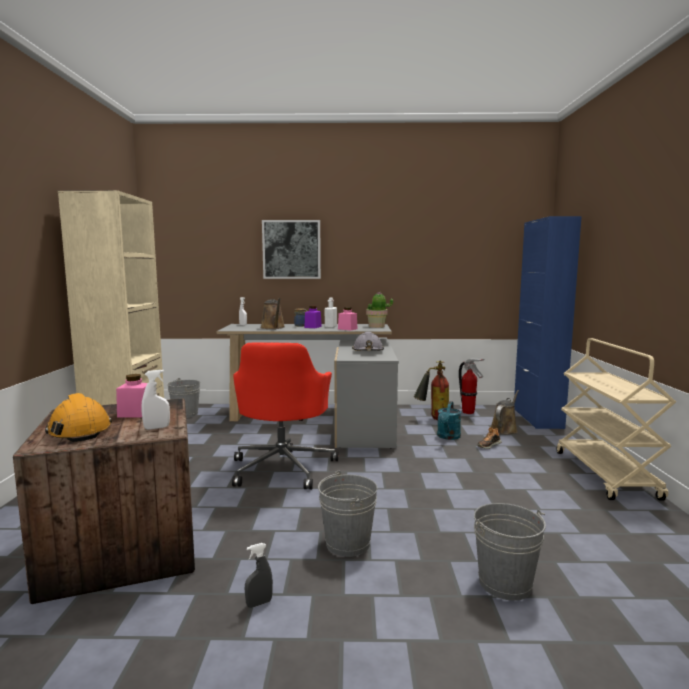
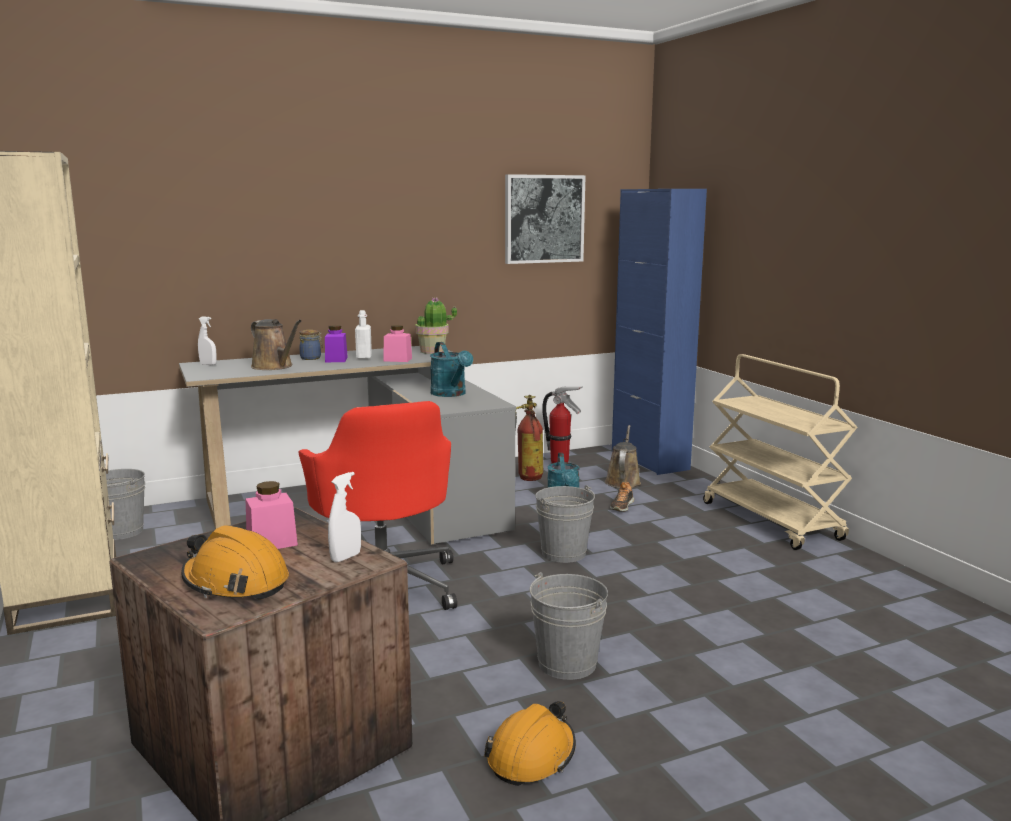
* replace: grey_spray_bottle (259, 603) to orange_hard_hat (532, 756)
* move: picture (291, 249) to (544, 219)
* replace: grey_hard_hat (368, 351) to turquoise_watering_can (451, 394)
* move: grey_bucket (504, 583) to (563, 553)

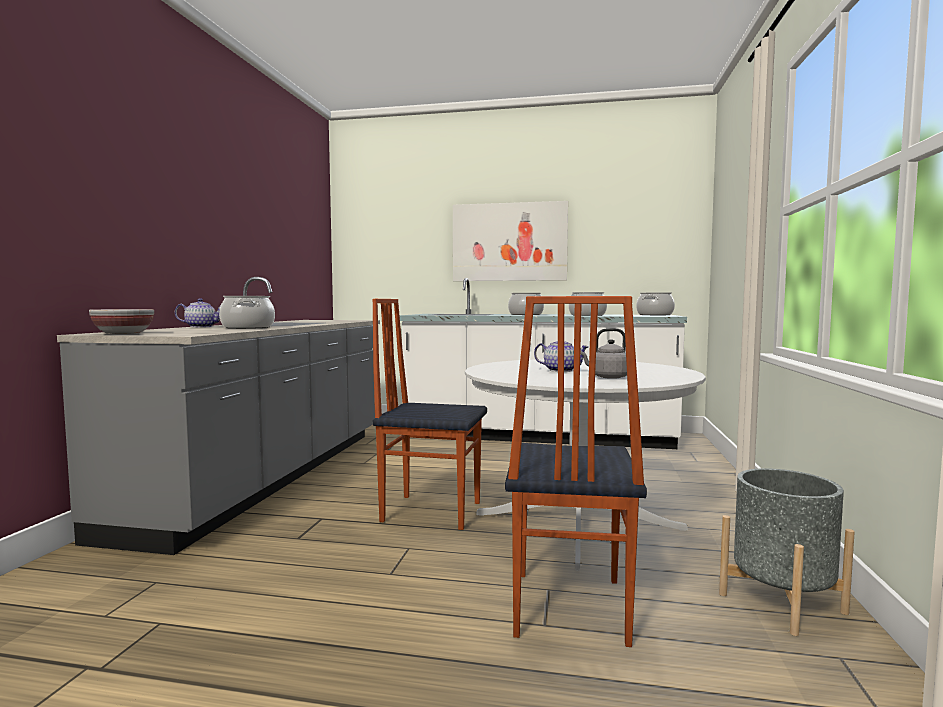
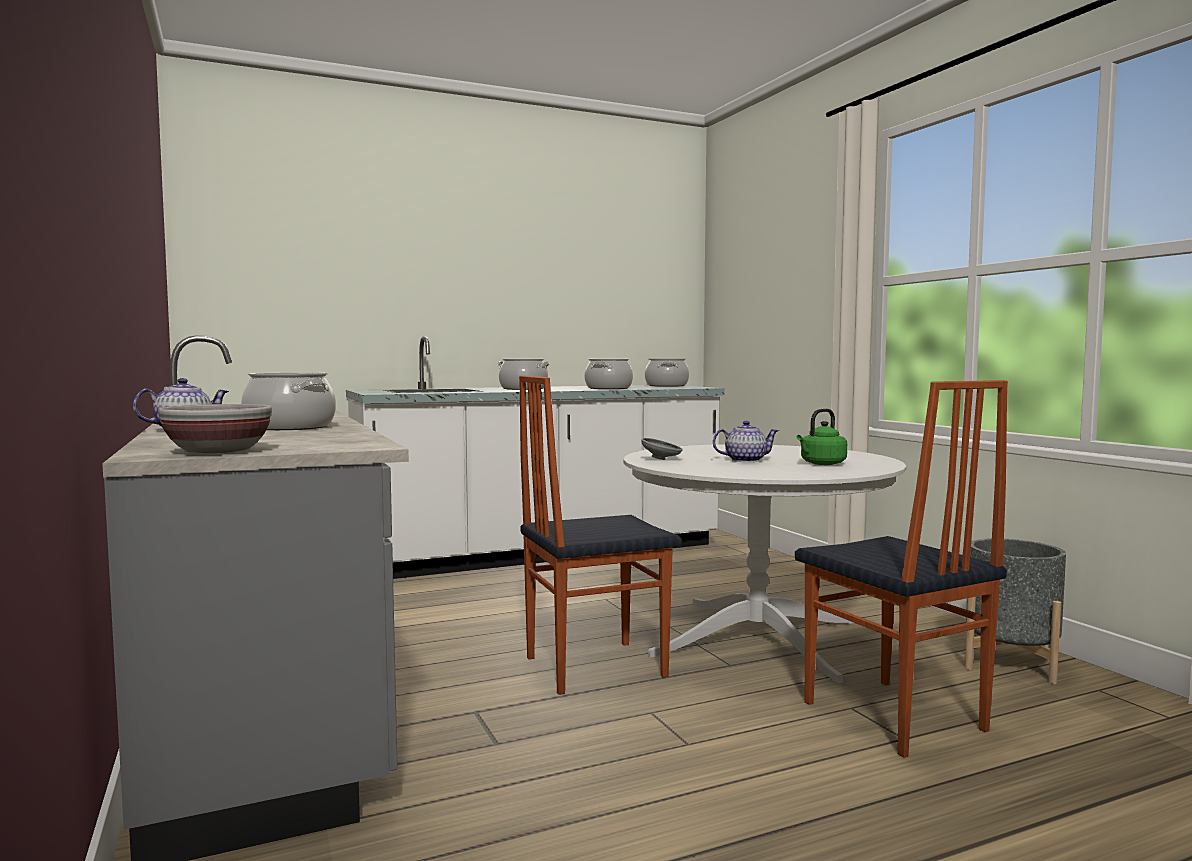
* delete: picture (509, 242)
* recolor: grey_kettle (607, 377) to green_kettle (821, 464)
* insert: grey_bowl (662, 459)

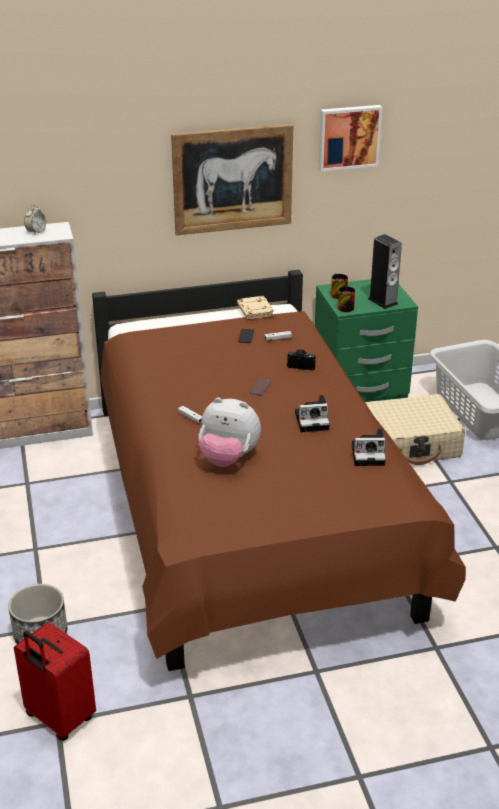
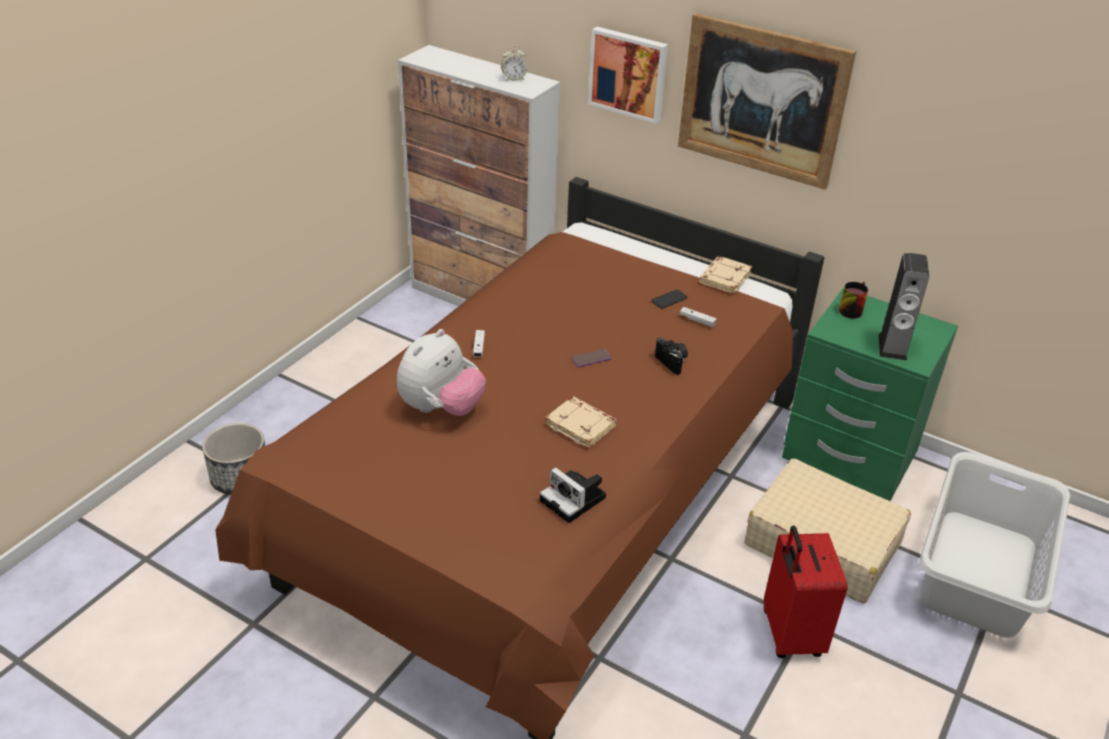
* move: red_suitcase (59, 718) to (789, 634)
* rotate: plush_toy (228, 458) = (441, 408) 120 degrees counterclockwise
* replace: photo_camera (313, 420) to beige_book (581, 426)
* move: picture (348, 137) to (629, 73)
* delete: mug (344, 306)

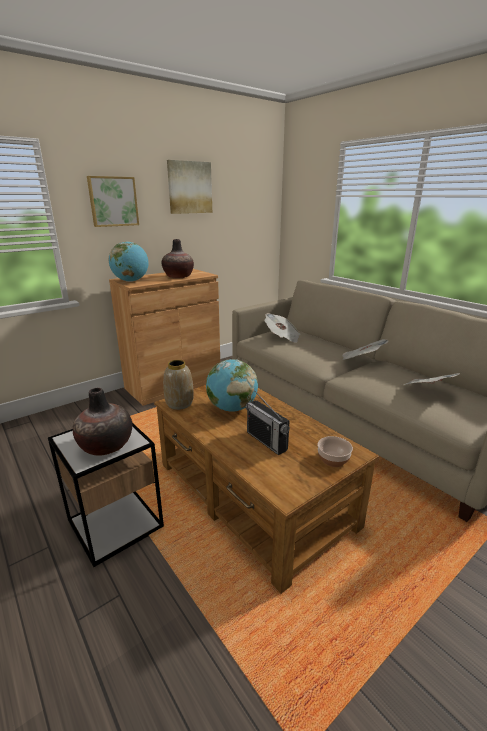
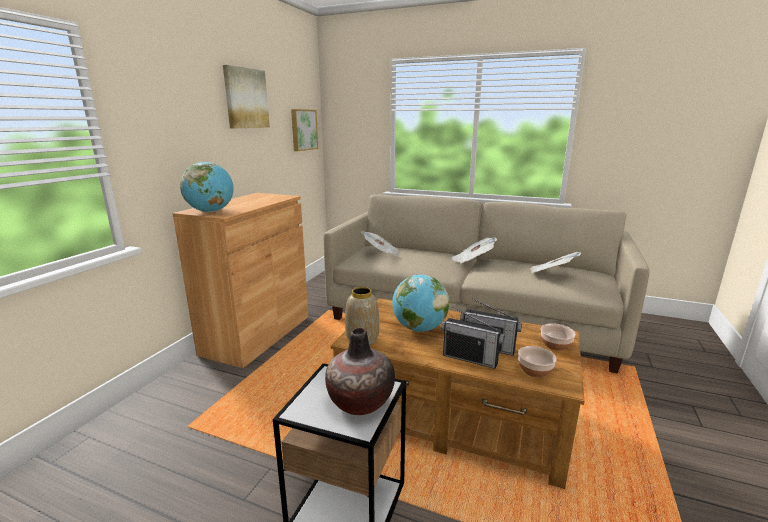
* move: picture (113, 201) to (303, 130)
* delete: vase (178, 277)
* insert: radio (470, 358)
* insert: bowl (535, 370)

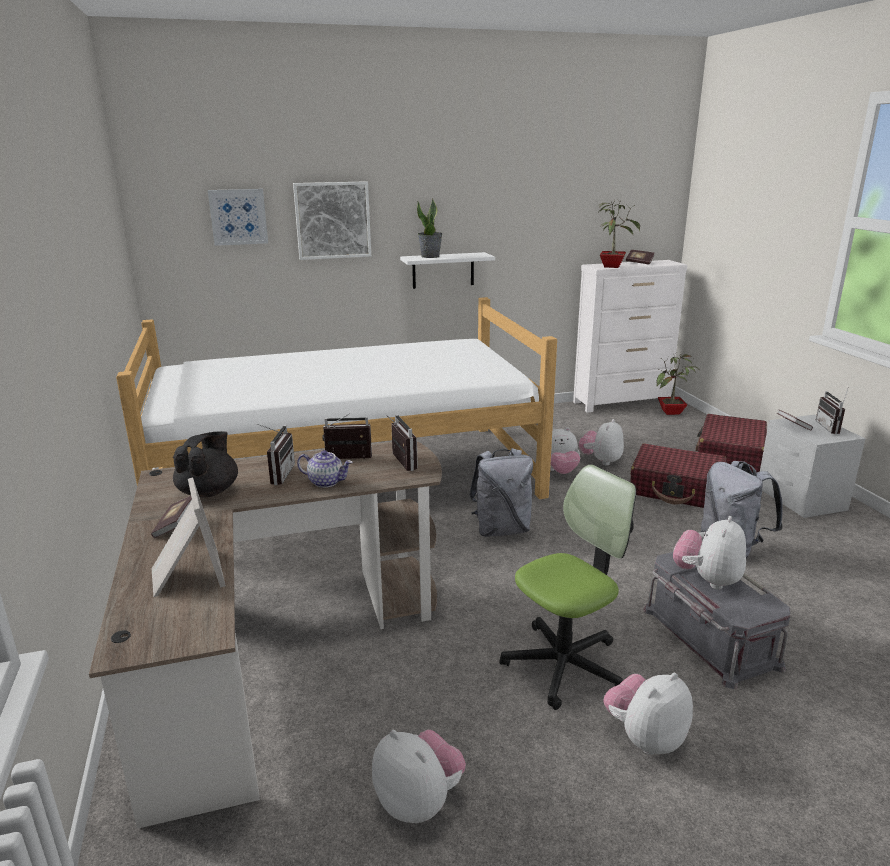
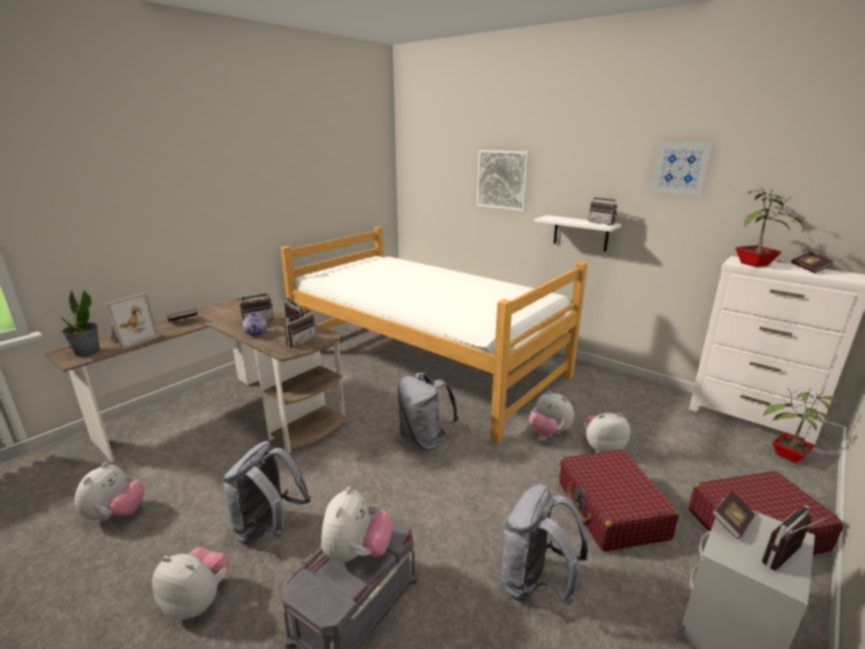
* delete: black_teapot (209, 491)
* move: picture (238, 217) to (680, 168)
* move: potted_plant (430, 256) to (87, 352)
* replace: office_chair (564, 665) to grey_backpack (268, 529)
* rotate: plush_toy (707, 579) = (357, 552) 105 degrees clockwise
* insert: radio (603, 223)

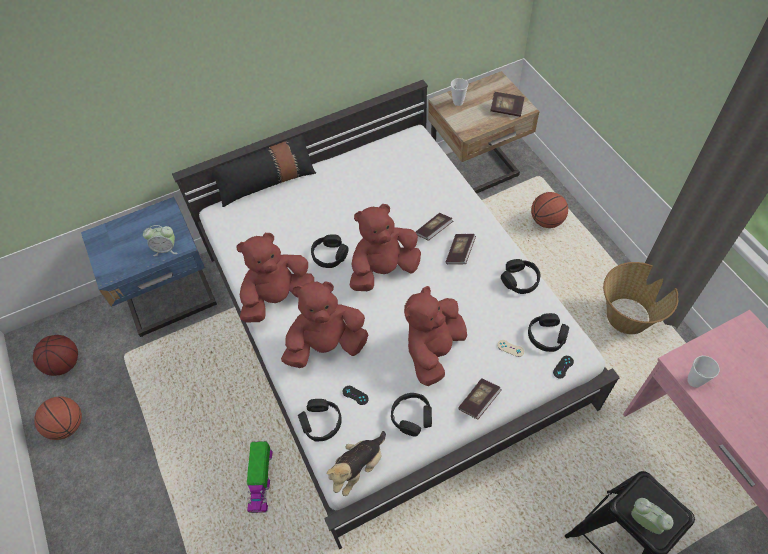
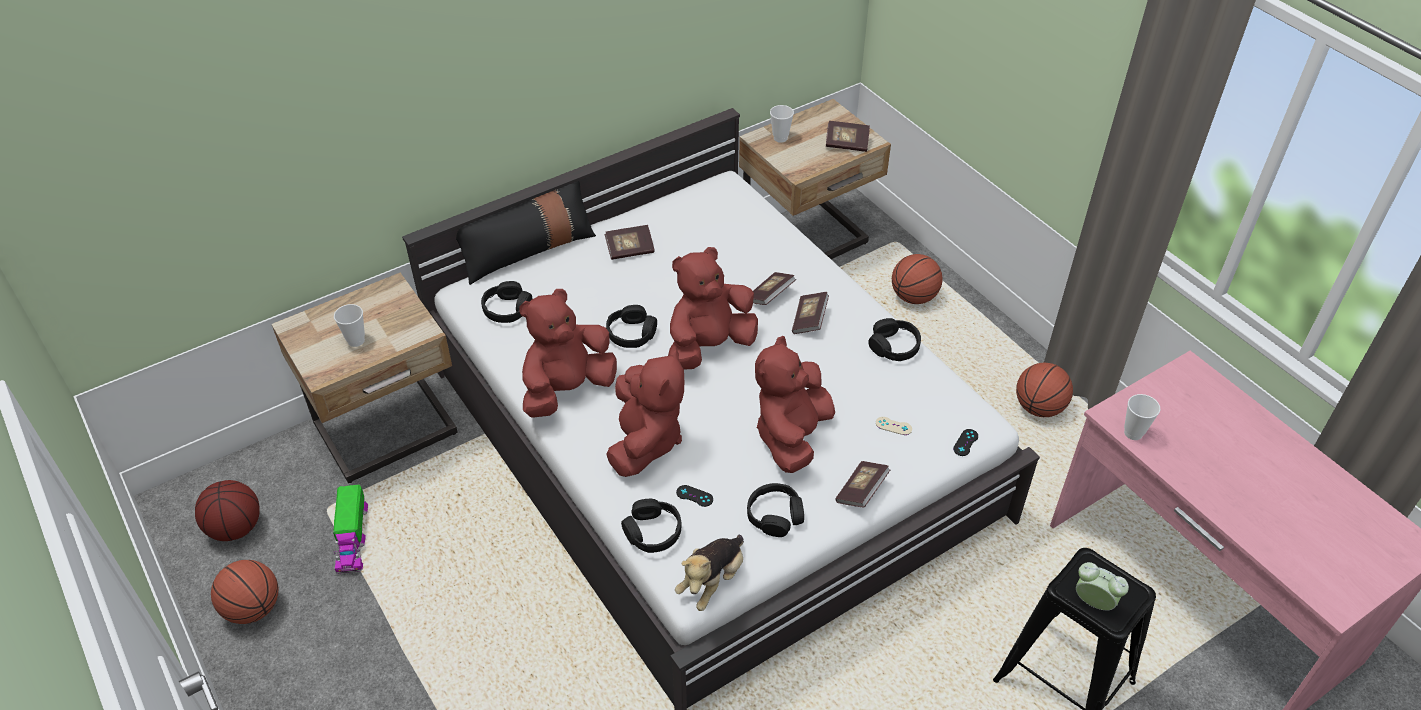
* recolor: blue_nightstand (172, 299) to beige_nightstand (388, 431)
* delete: alarm_clock (166, 249)
* move: toy_truck (260, 480) to (352, 538)
* rotate: red_plush_toy (326, 345) = (645, 441) 120 degrees clockwise
* move: black_headphones (547, 336) to (507, 309)
* replace: basket (627, 317) to basketball (1039, 408)
* insert: cup (356, 341)
* insert: book (630, 250)

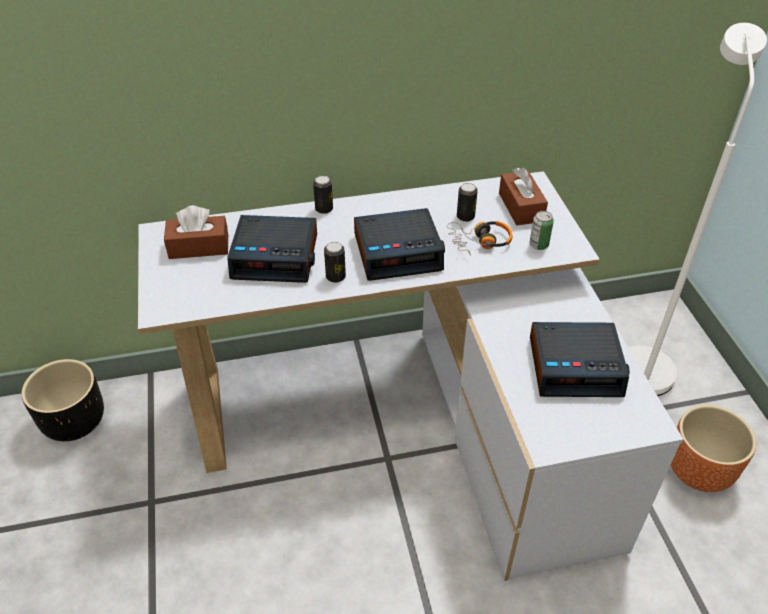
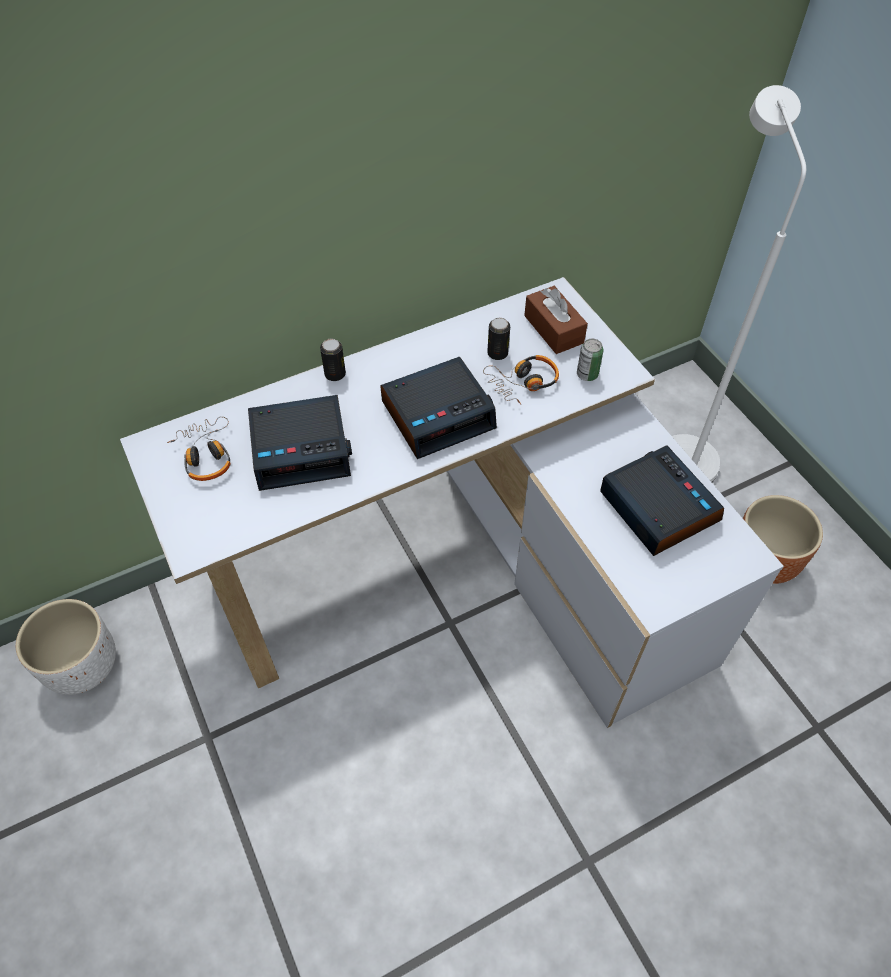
* recolor: black_planter (75, 422) to white_planter (82, 665)
* replace: brown_tissue_box (199, 247) to headphones (206, 455)
* delete: can (335, 277)
* rotate: alarm_clock (576, 366) = (657, 507) 105 degrees counterclockwise

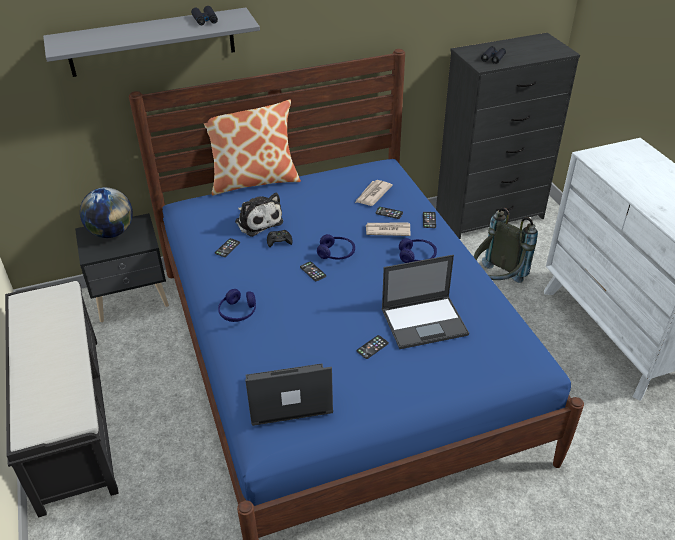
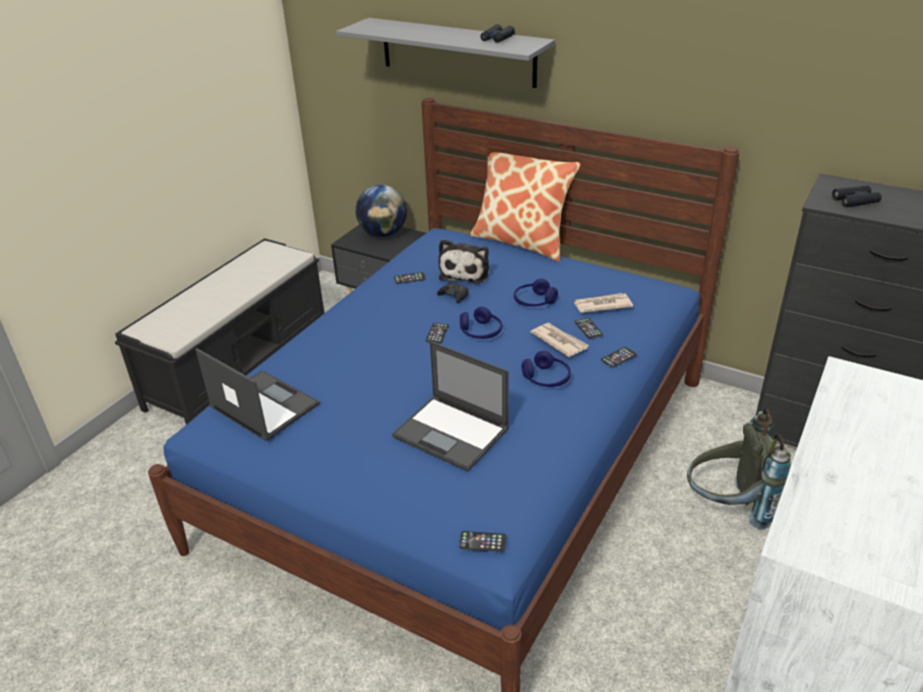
* move: blue_headphones (238, 312) to (534, 301)
* move: phone (372, 347) to (482, 542)

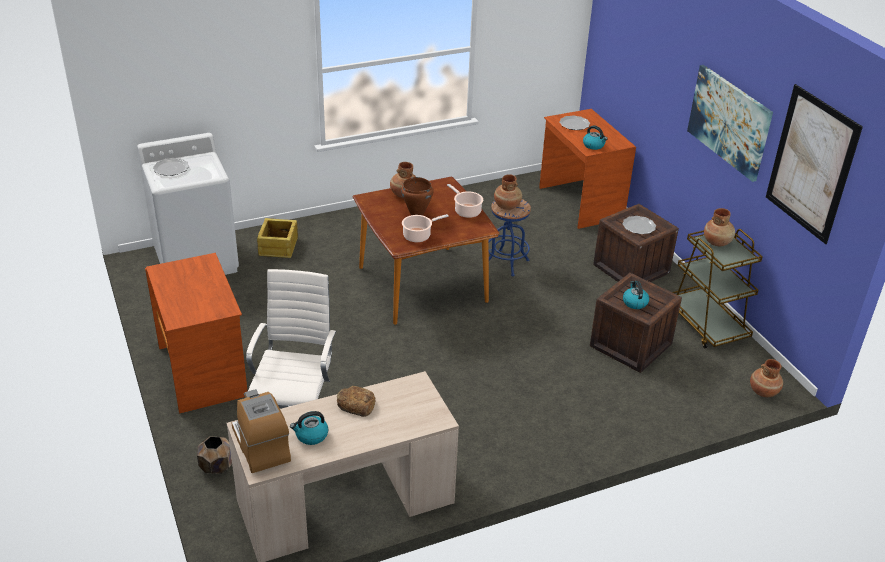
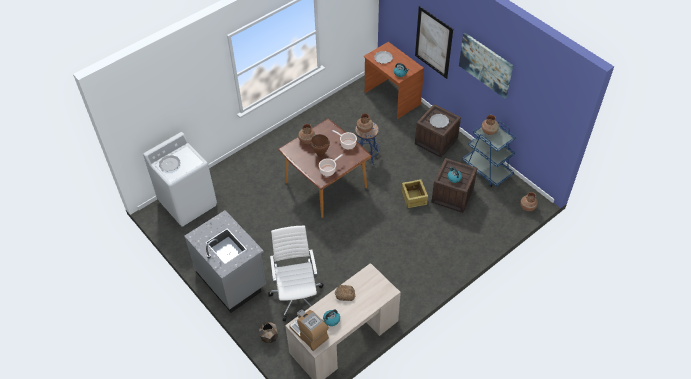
* replace: brown_desk (203, 371) to grey_counter (232, 279)
* move: crate (278, 247) to (413, 198)
* recolor: brown_cart (706, 324) to blue_cart (487, 170)
* move: picture (811, 164) to (433, 42)

